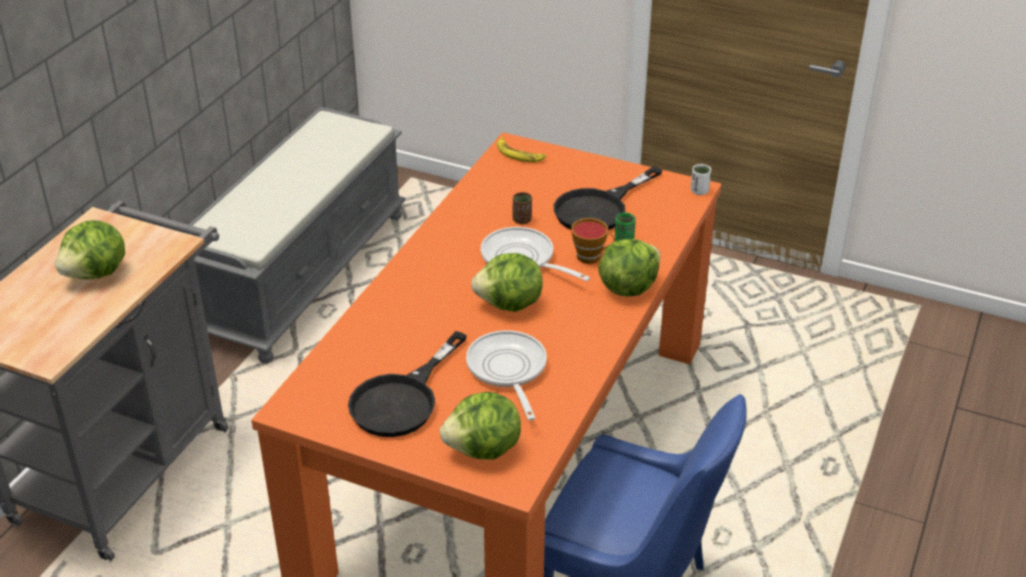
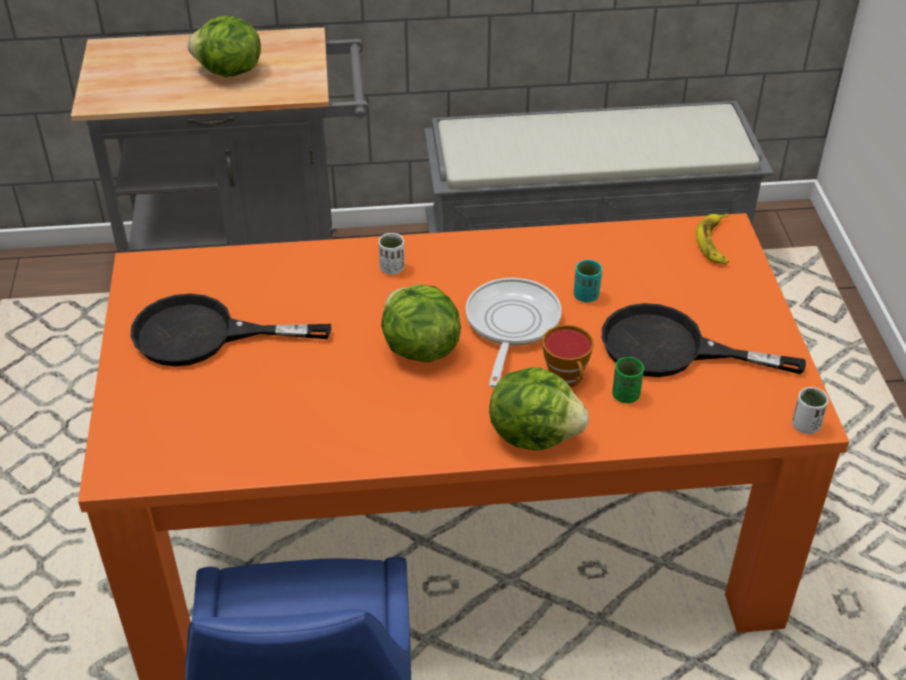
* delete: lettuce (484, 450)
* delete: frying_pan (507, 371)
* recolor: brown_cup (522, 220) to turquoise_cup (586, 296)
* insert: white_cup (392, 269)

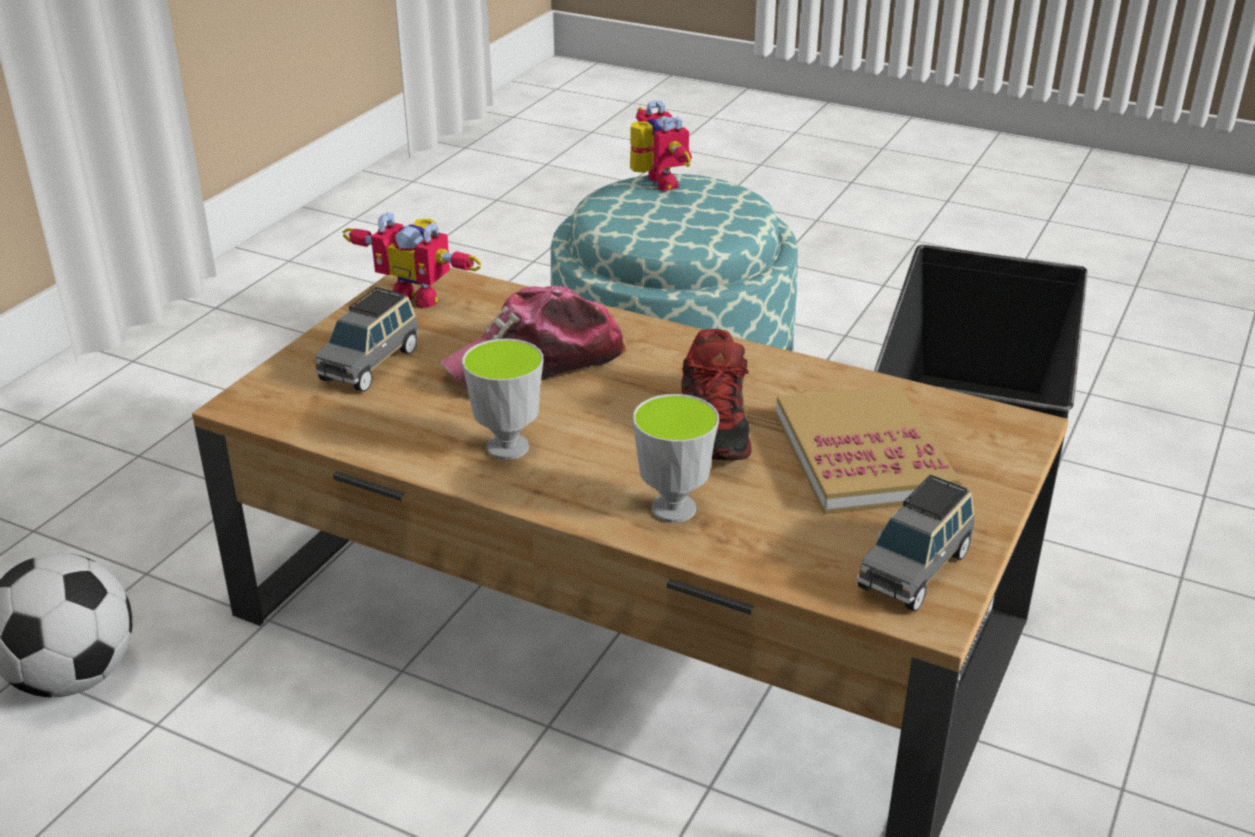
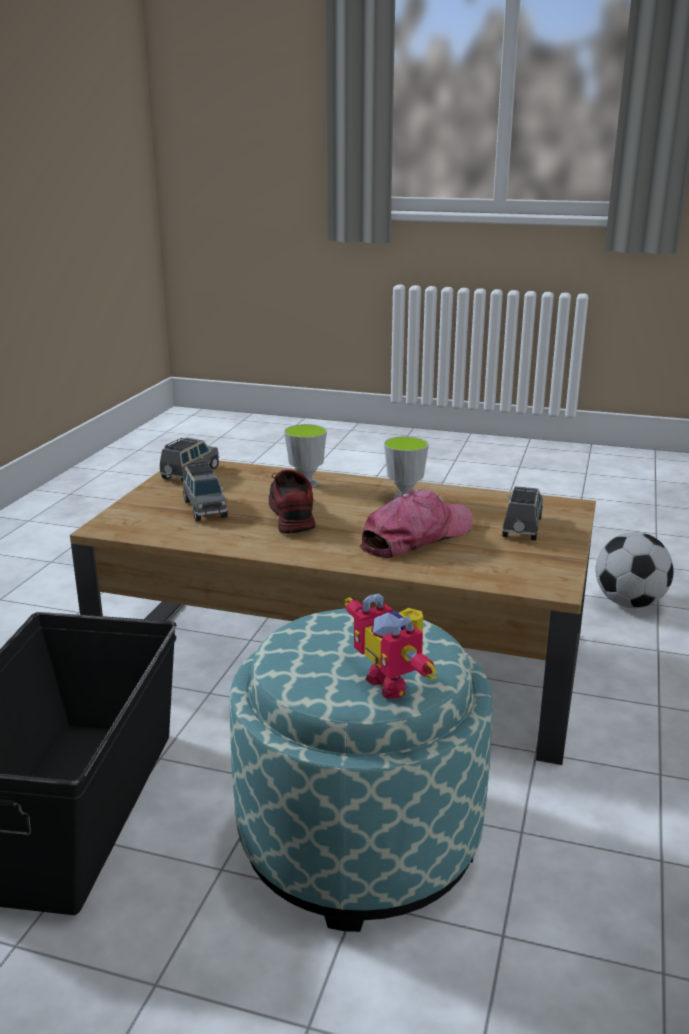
* delete: toy_robot (420, 295)
* replace: book (863, 455) to grey_toy_car (204, 508)

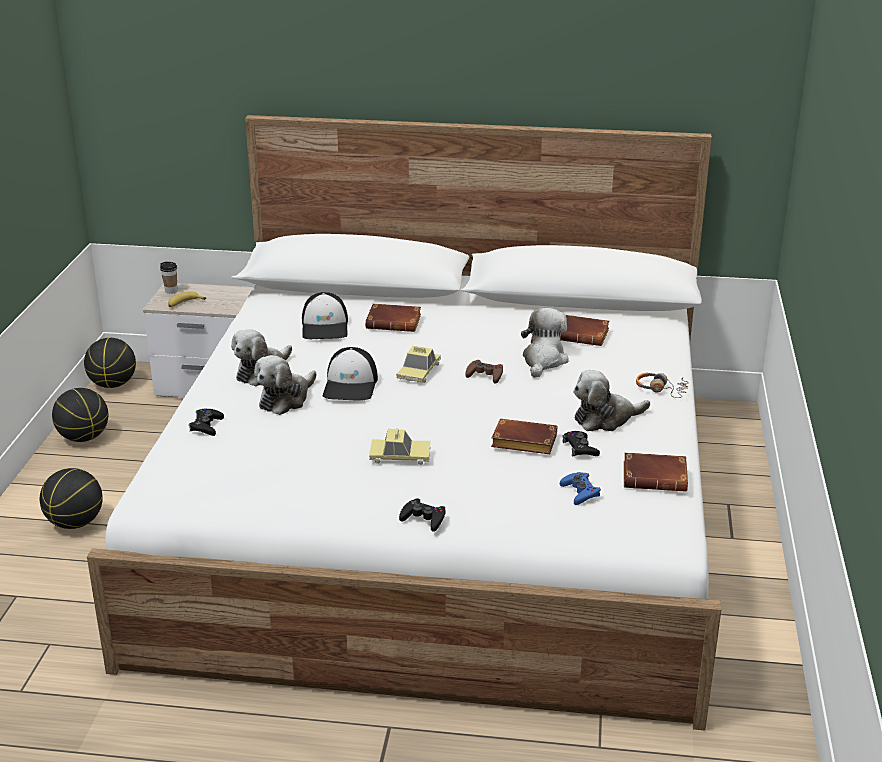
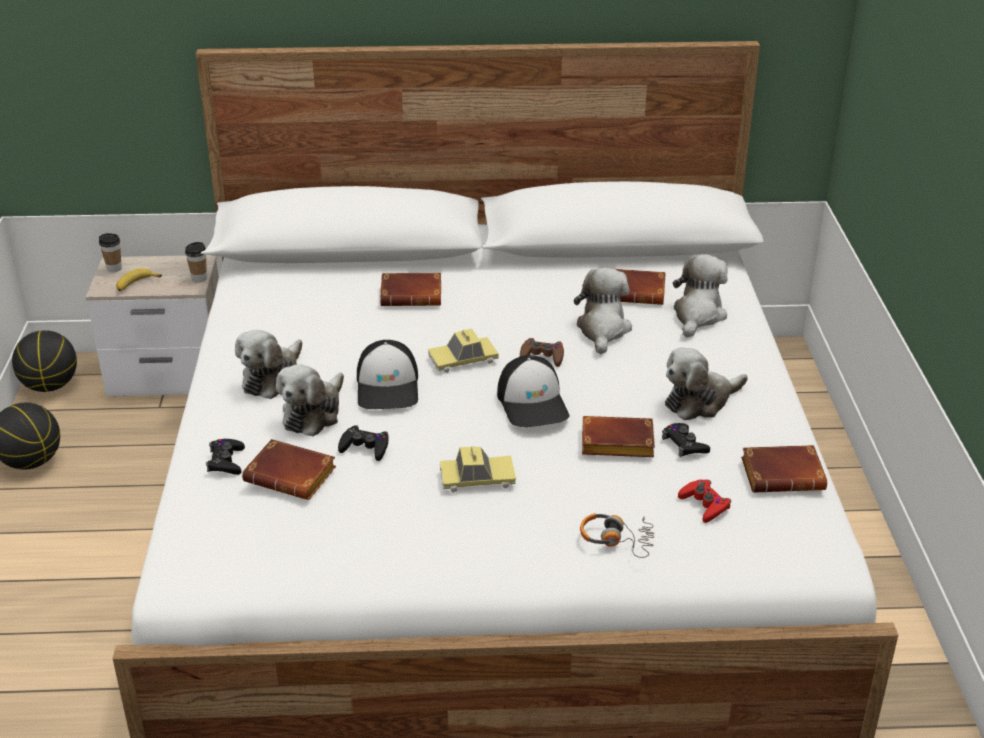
* delete: basketball (75, 523)
* move: cap (325, 327) to (533, 403)
* rotate: toy_car (418, 371) = (463, 359) 60 degrees clockwise
* move: black_game_controller (423, 519) to (365, 447)
* recolor: blue_game_controller (580, 492) to red_game_controller (704, 505)
* move: headphones (661, 390) to (616, 540)
* insert: cup (199, 279)
* insert: brown_book (293, 476)
* insert: plush_toy (698, 315)

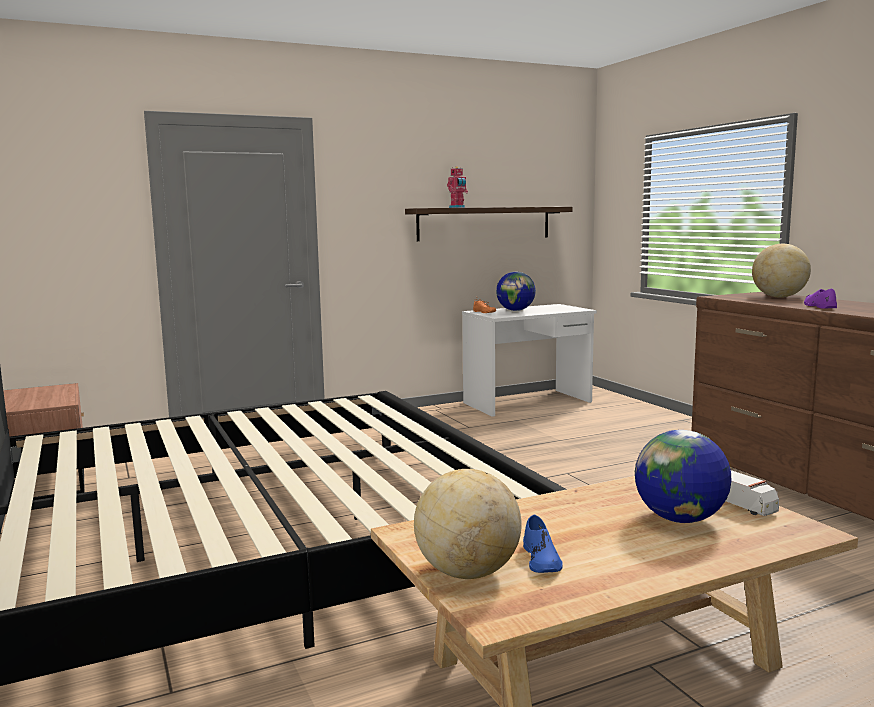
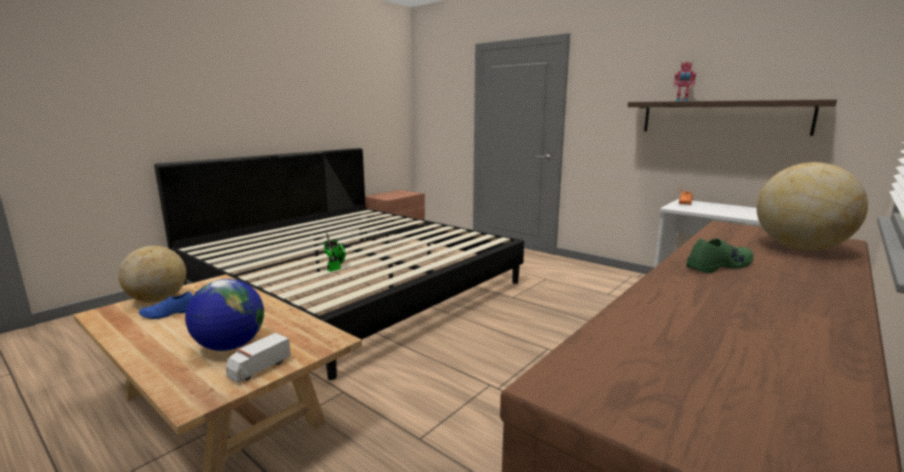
* delete: globe (516, 310)
* recolor: purple_shoe (819, 306) to green_shoe (718, 266)
* insert: toy_robot (336, 269)

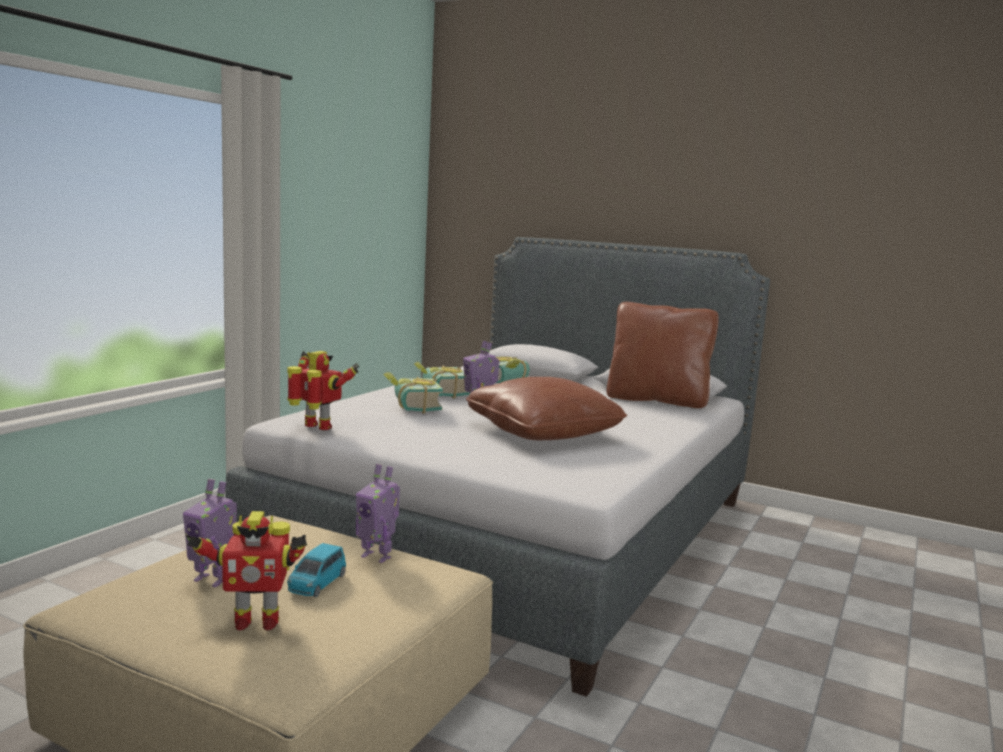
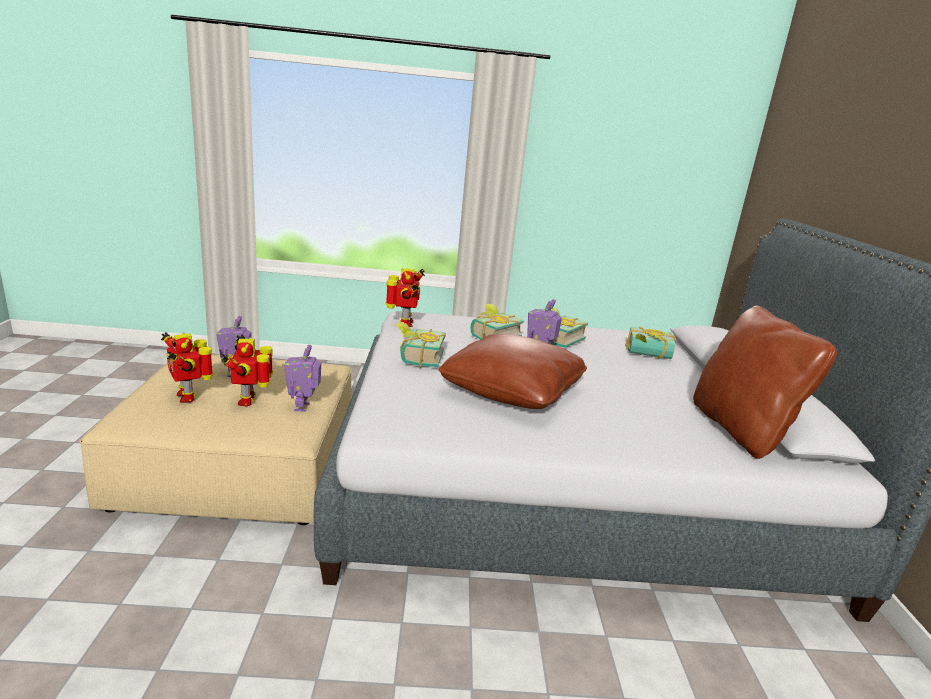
* replace: blue_toy_car (317, 584) to toy_robot (249, 400)
* insert: book (417, 358)

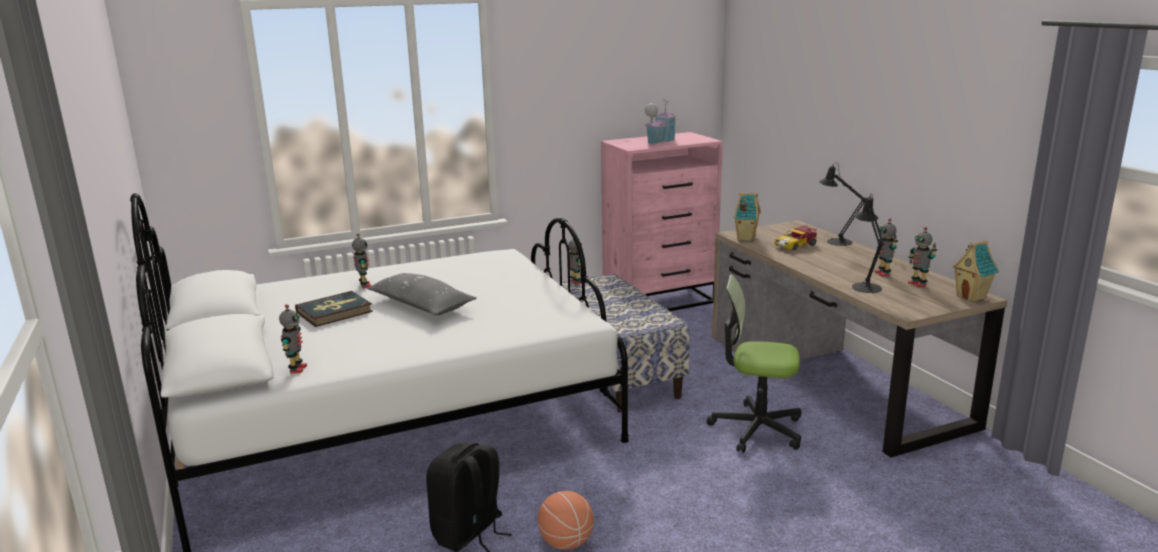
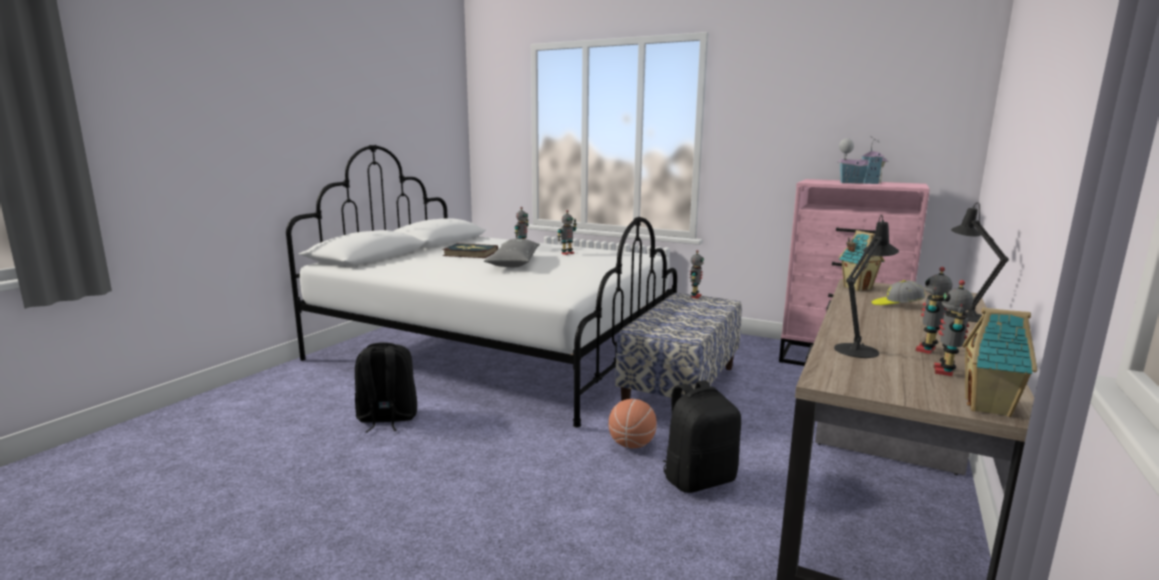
* move: toy_robot (296, 369) to (567, 253)
* move: basketball (566, 543) to (631, 444)
* replace: office_chair (756, 429) to black_backpack (698, 479)
* replace: toy_car (796, 245) to cap (897, 305)

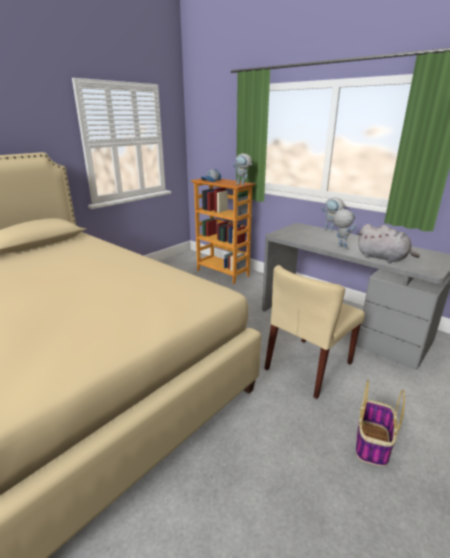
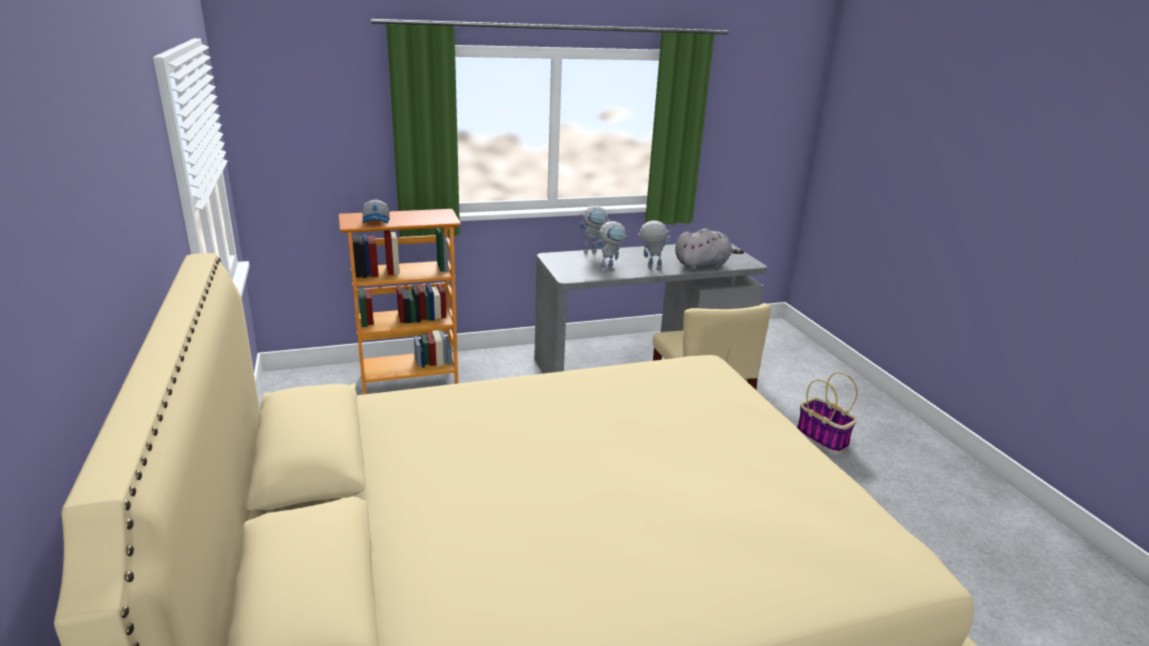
* move: toy_robot (242, 184) to (610, 269)

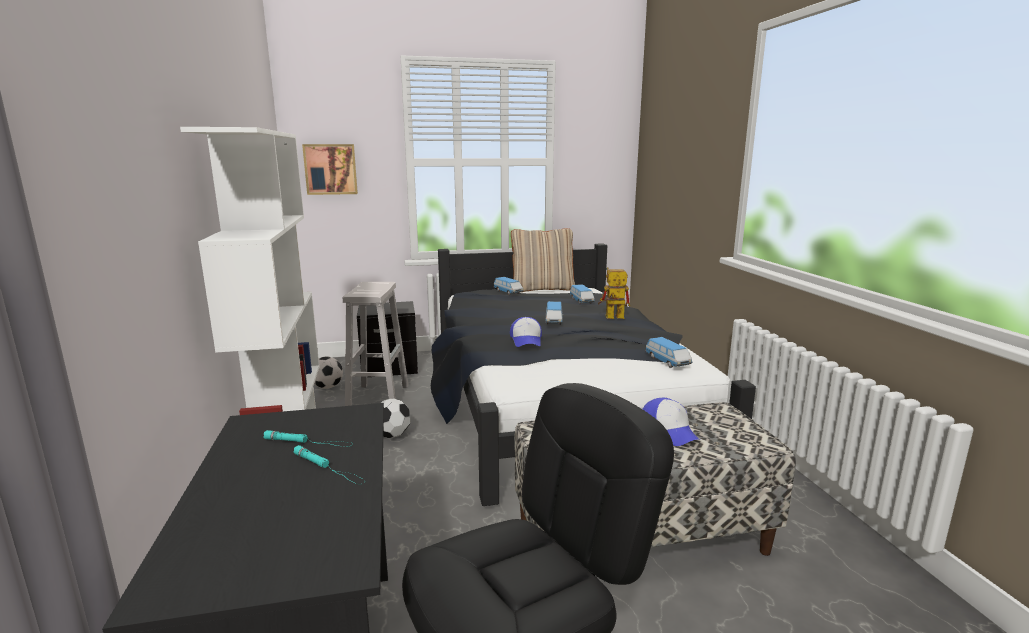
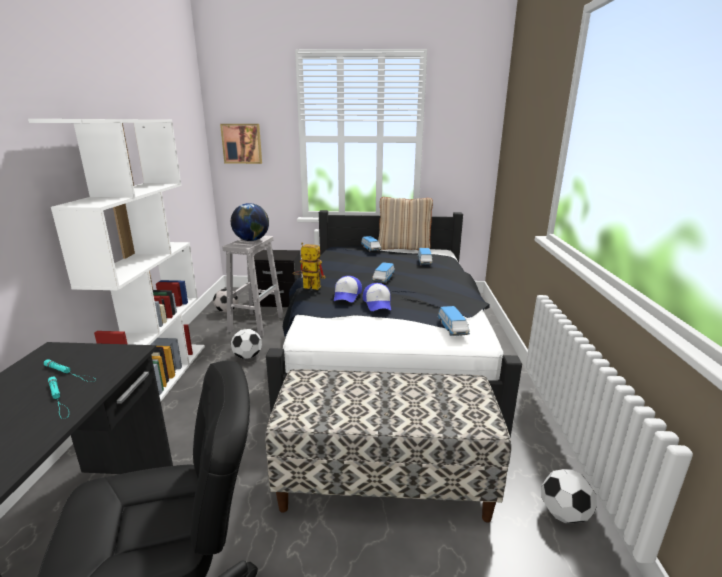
* move: toy_robot (610, 317) to (307, 287)
* move: cap (669, 430) to (378, 303)
* insert: globe (251, 240)
* insert: football (563, 514)

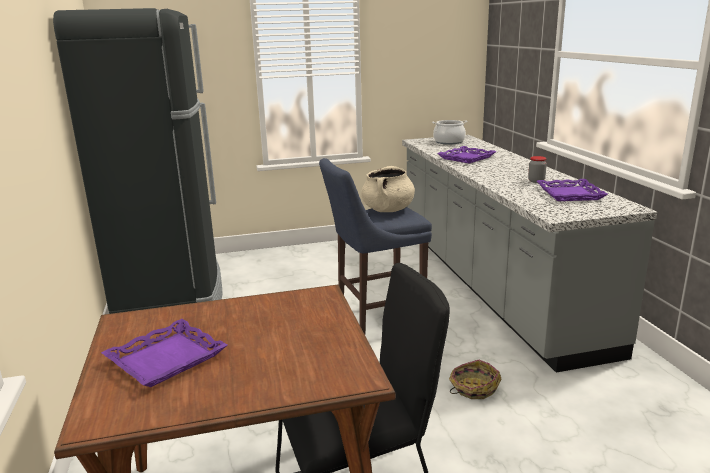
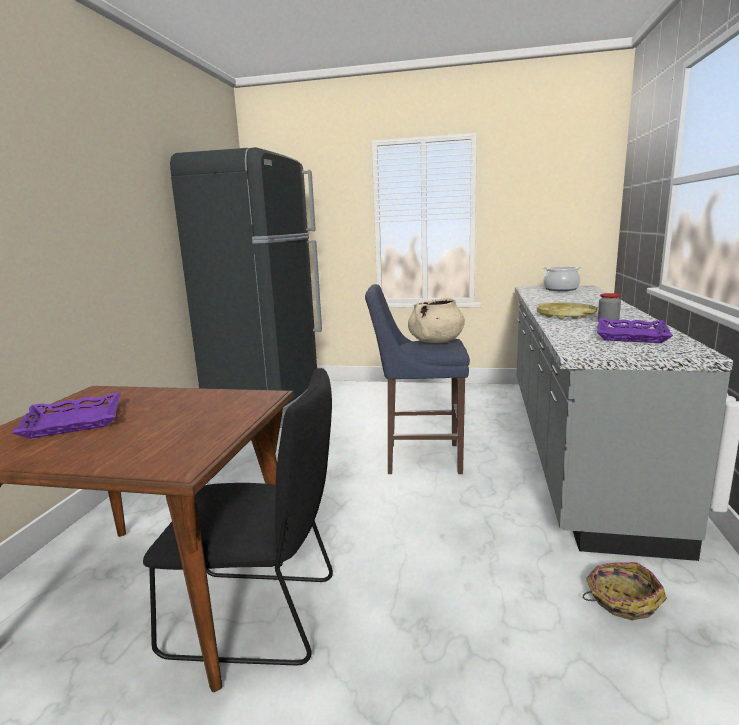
* delete: purple_tray (466, 158)
* move: basket (473, 388) to (621, 600)
* insert: yellow_tray (565, 315)

